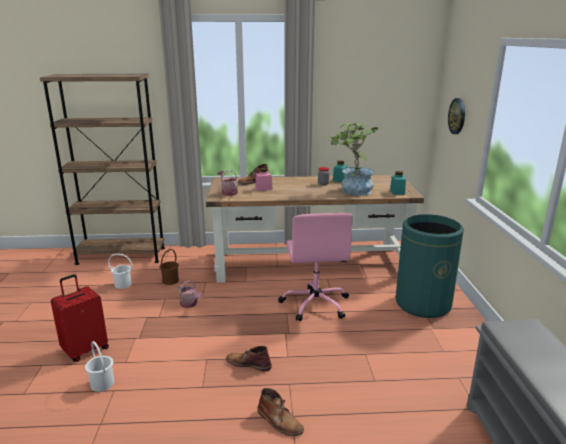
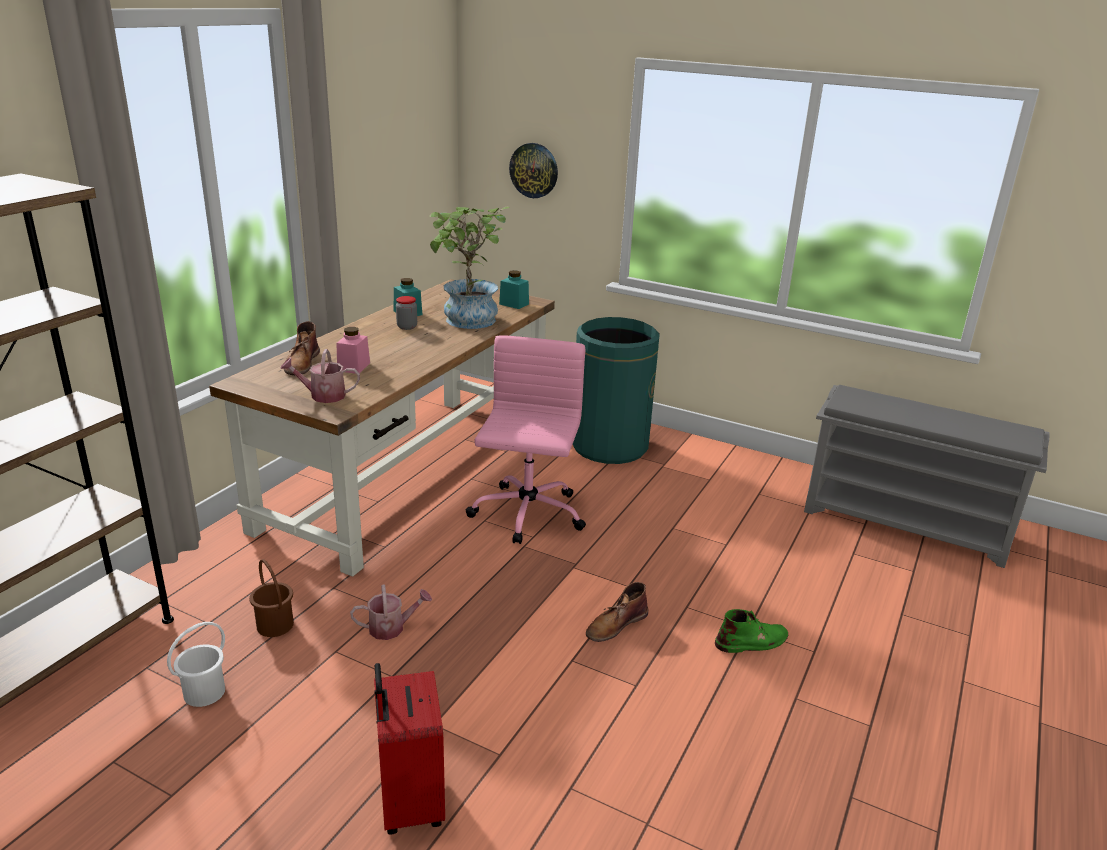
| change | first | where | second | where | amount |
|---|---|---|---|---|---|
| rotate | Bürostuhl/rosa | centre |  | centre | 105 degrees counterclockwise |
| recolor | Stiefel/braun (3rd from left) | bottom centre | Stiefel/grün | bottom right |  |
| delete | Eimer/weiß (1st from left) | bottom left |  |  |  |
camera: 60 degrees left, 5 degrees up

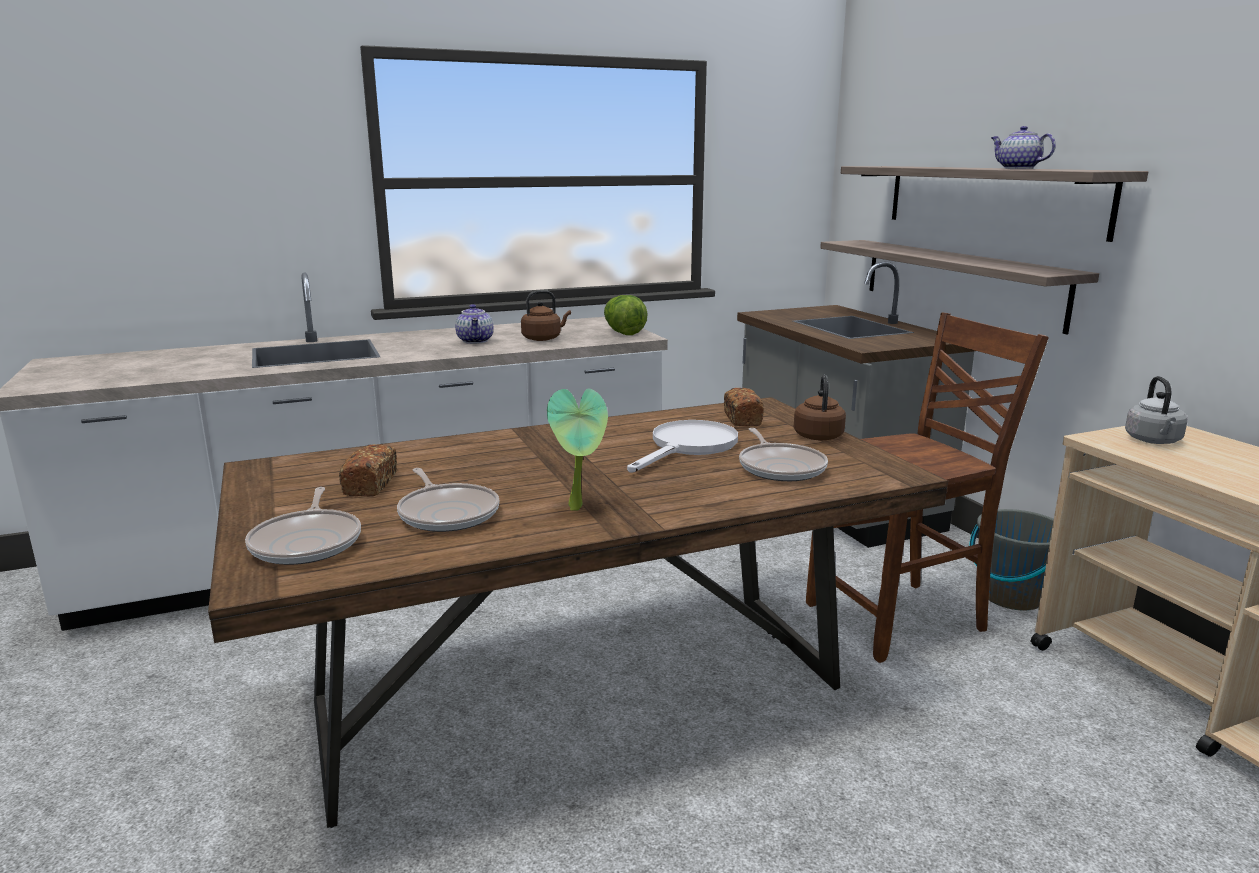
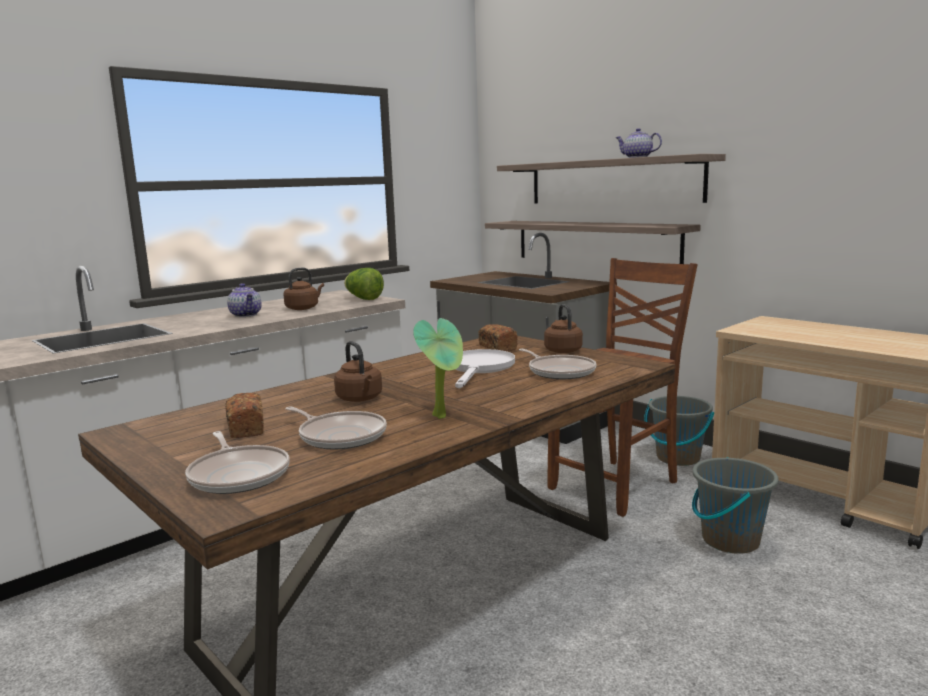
| change | first | where | second | where | amount |
|---|---|---|---|---|---|
| insert |  |  | Wasserkessel/braun (2nd from left) | centre |  |
| insert |  |  | Eimer/grau (2nd from left) | bottom right |  |
| delete | Wasserkessel/grau | middle right |  |  |  |
camera: 20 degrees left, 5 degrees down

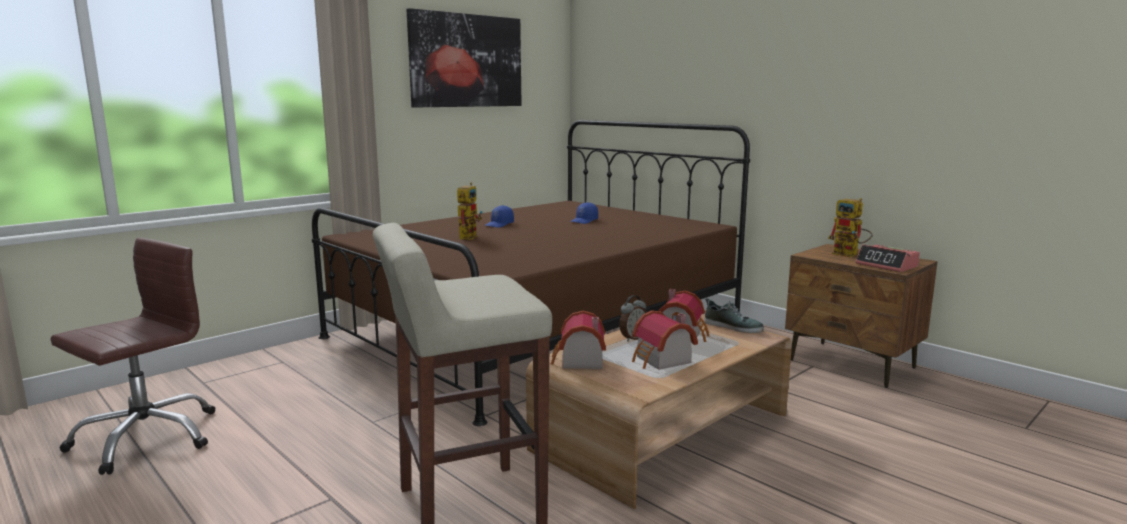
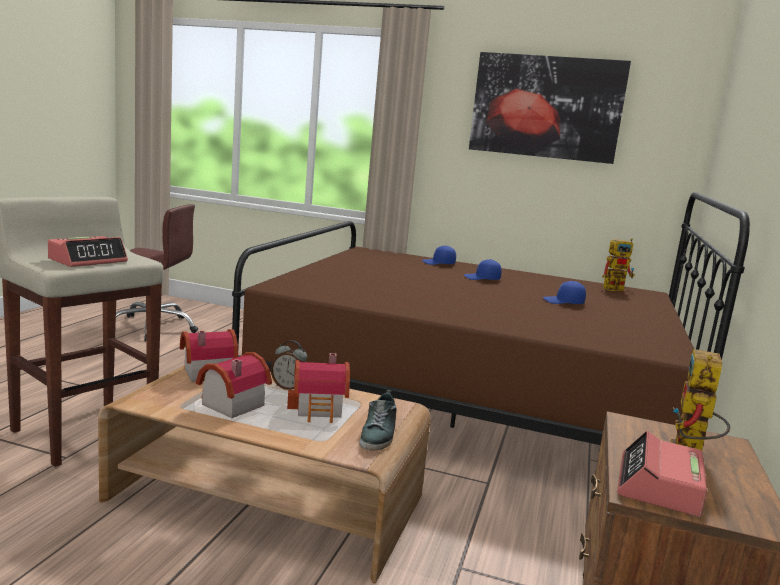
| change | first | where | second | where | amount |
|---|---|---|---|---|---|
| insert |  |  | Wecker (1st from left) | middle left |  |
| insert |  |  | Kappe/blau (1st from left) | centre |  |
| move | Spielzeugroboter (1st from left) | centre |  | middle right |  |
camera: 60 degrees right, 0 degrees up

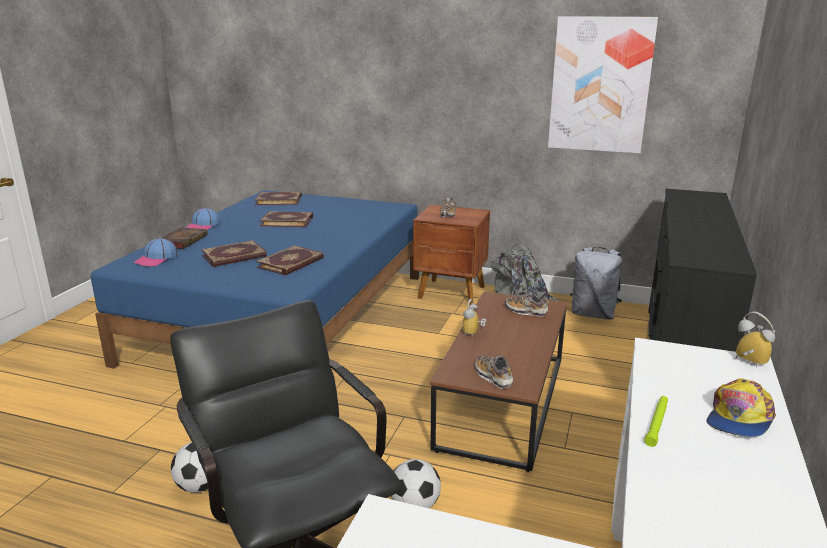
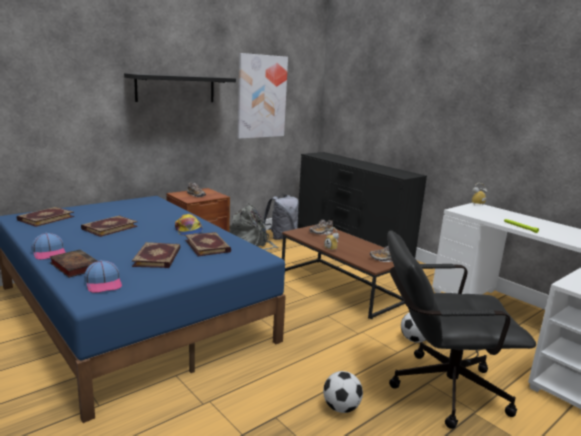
| change | first | where | second | where | amount |
|---|---|---|---|---|---|
| insert |  |  | Wandregal/schwarz | top left |  |
| move | Kappe (3rd from left) | bottom right |  | middle left |  |
camera: 60 degrees left, 5 degrees down

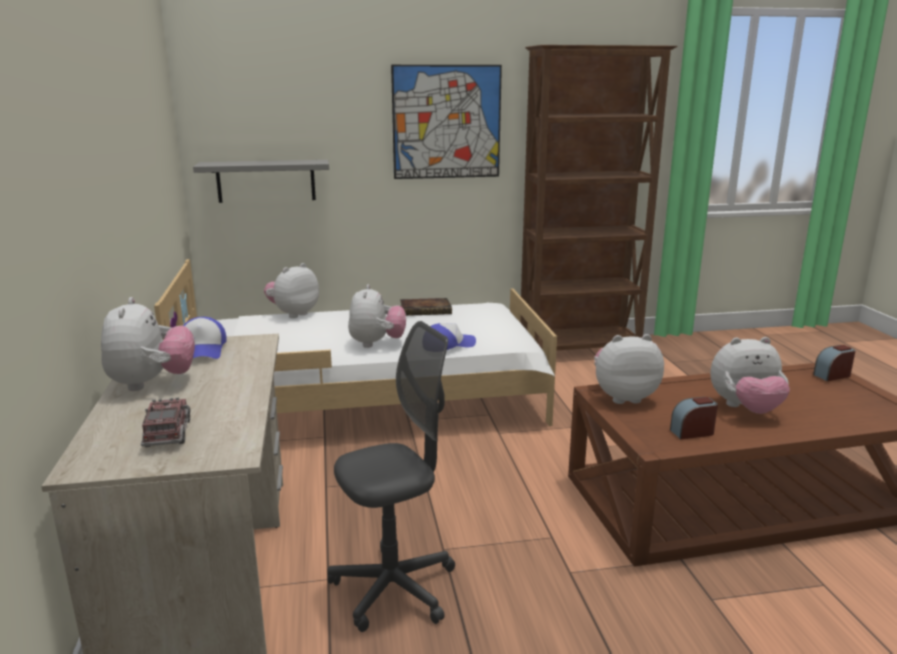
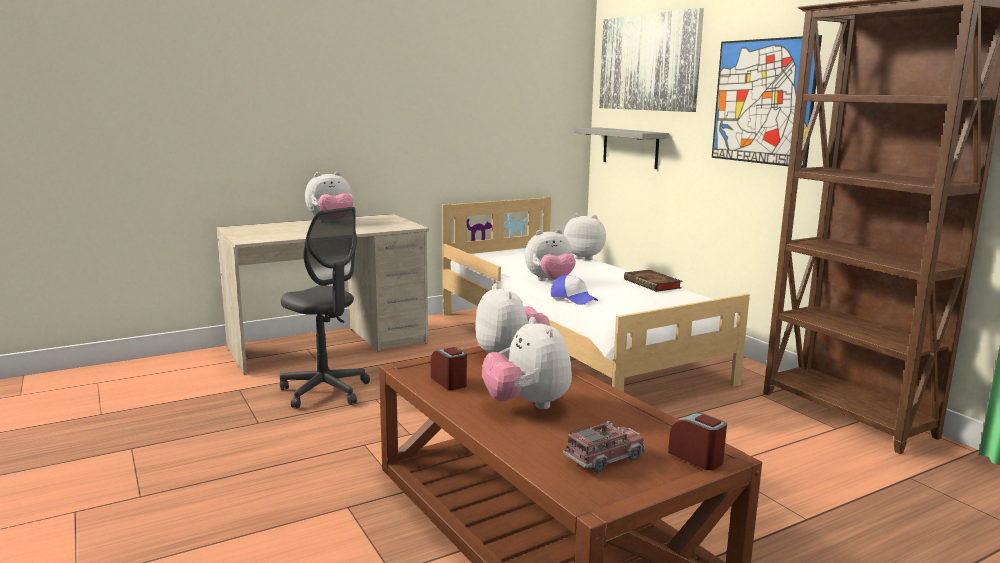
| change | first | where | second | where | amount |
|---|---|---|---|---|---|
| move | Spielzeuglaster | middle left |  | bottom centre |  |
| insert |  |  | Bild (1st from left) | top centre |  |
| delete | Kappe (1st from left) | middle left |  |  |  |
camera: 70 degrees right, 5 degrees down

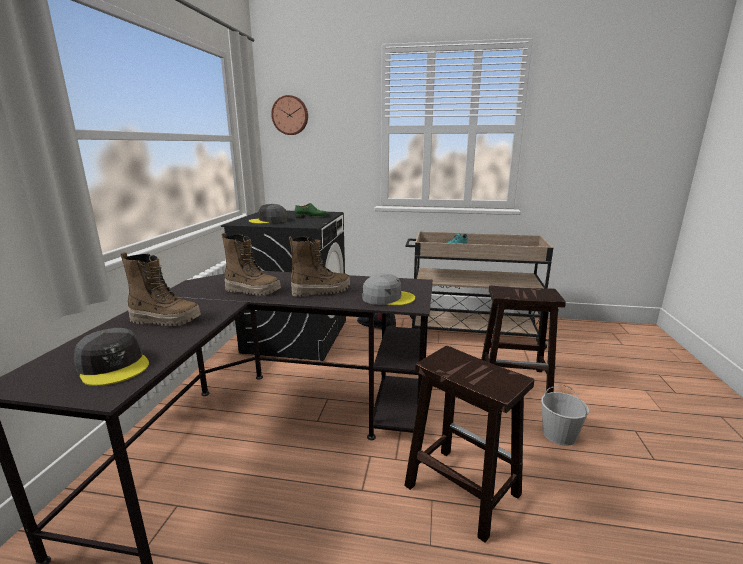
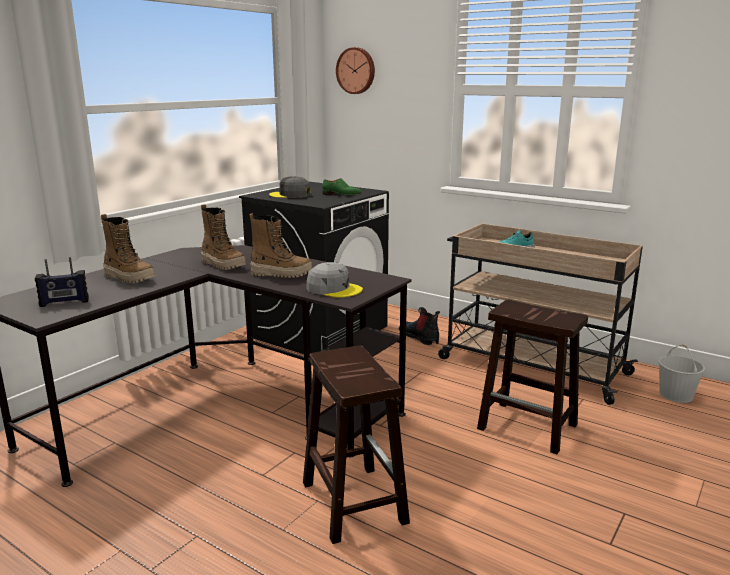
| change | first | where | second | where | amount |
|---|---|---|---|---|---|
| replace | Kappe/grau (1st from left) | middle left | Radio | middle left |  |
| move | Eimer/weiß | bottom right |  | middle right |  |
camera: 25 degrees right, 0 degrees up

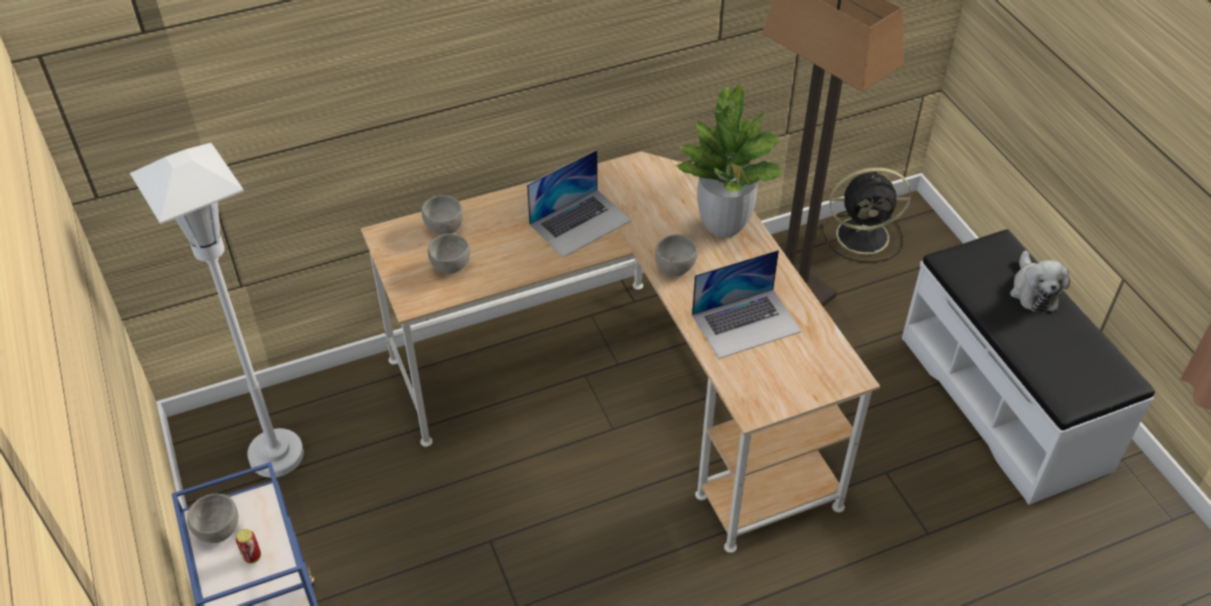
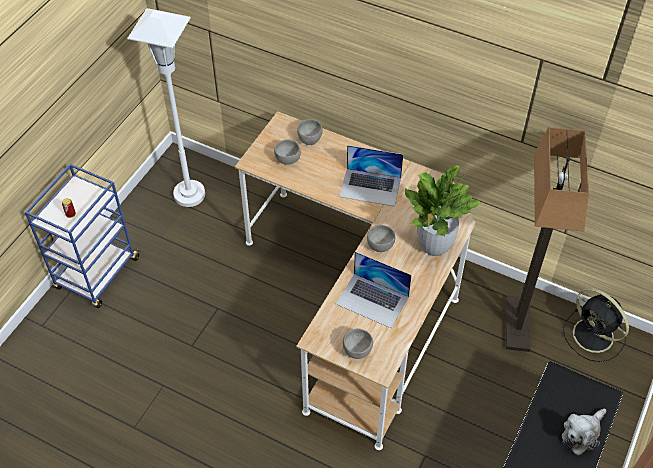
| change | first | where | second | where | amount |
|---|---|---|---|---|---|
| move | Schüssel/grau (1st from left in the first image) | bottom left | Schüssel/grau (3rd from left) | bottom centre |  |
camera: 50 degrees right, 5 degrees up

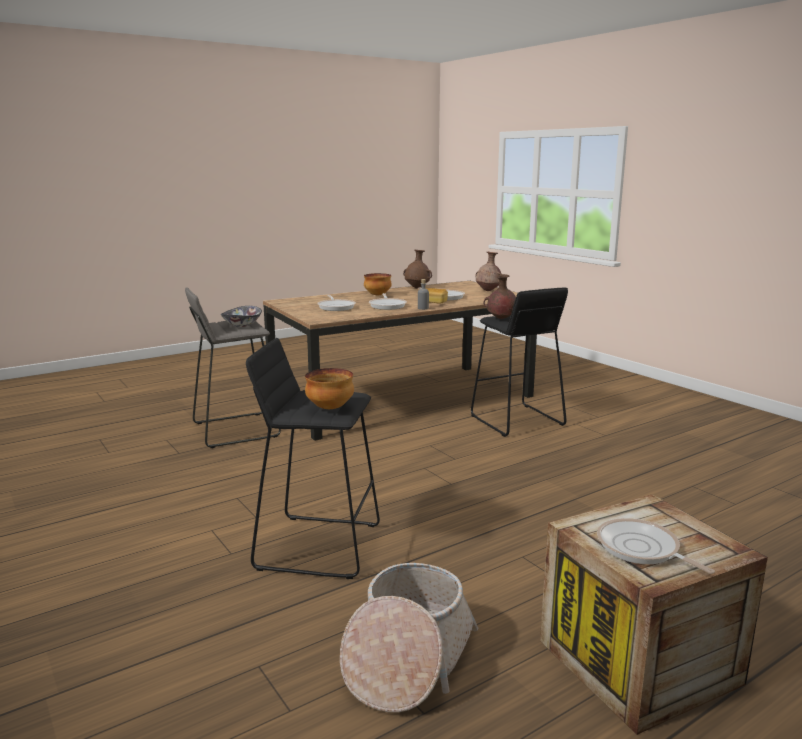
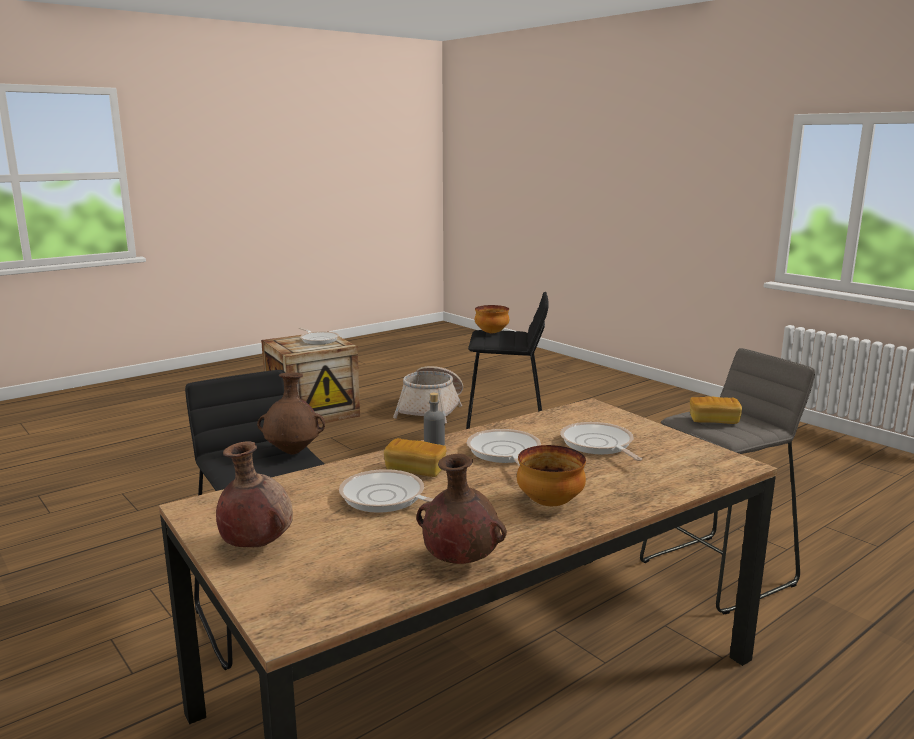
| change | first | where | second | where | amount |
|---|---|---|---|---|---|
| replace | Schüssel (1st from left) | middle left | Brot (2nd from left) | middle right |  |
camera: 175 degrees right, 0 degrees up

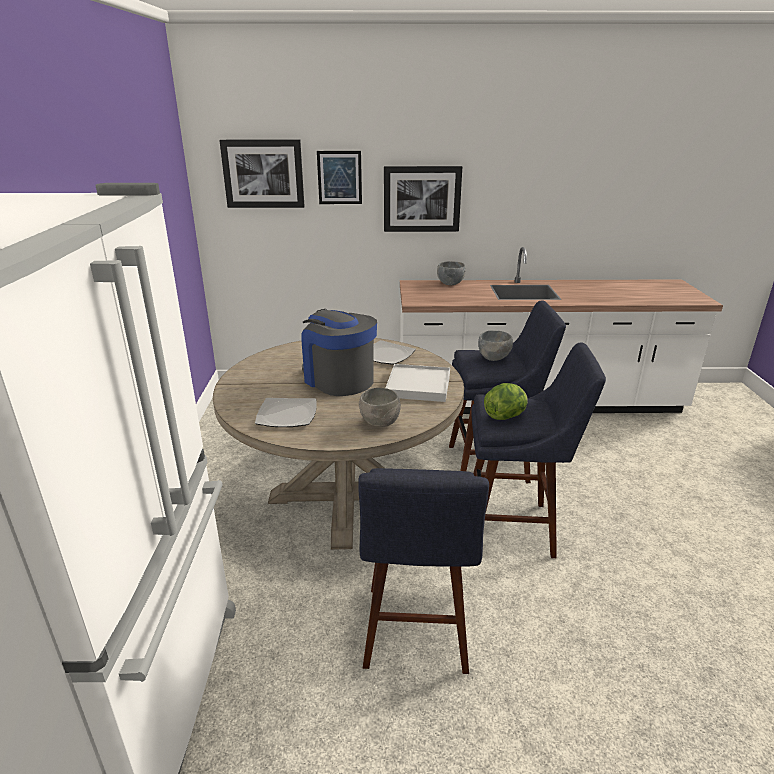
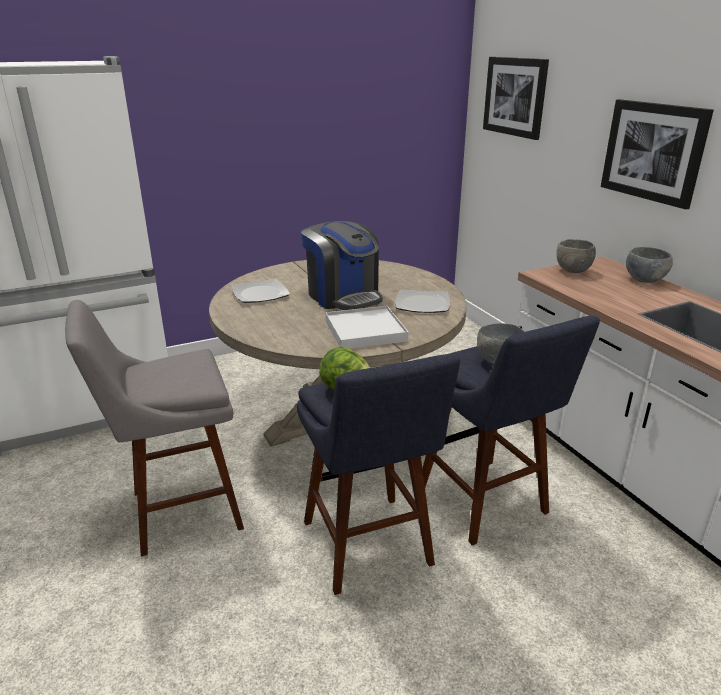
| change | first | where | second | where | amount |
|---|---|---|---|---|---|
| recolor | Hocker/blau (1st from left) | bottom centre | Hocker/grau | middle left |  |
| rotate | Kaffeemaschine | centre |  | centre | 120 degrees clockwise |
| move | Schüssel/grau (1st from left in the first image) | centre | Schüssel/grau (2nd from left) | middle right |  |
| delete | Bild (2nd from left) | top centre |  |  |  |
camera: 65 degrees right, 0 degrees up

